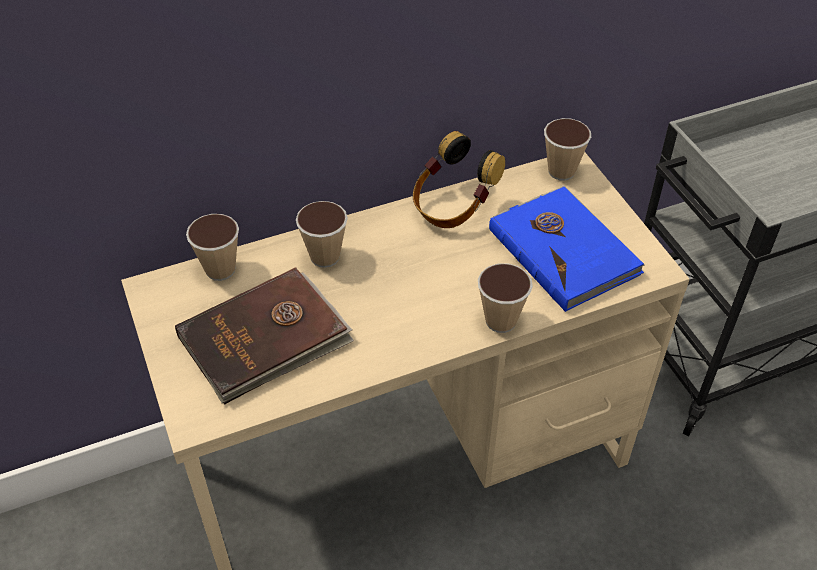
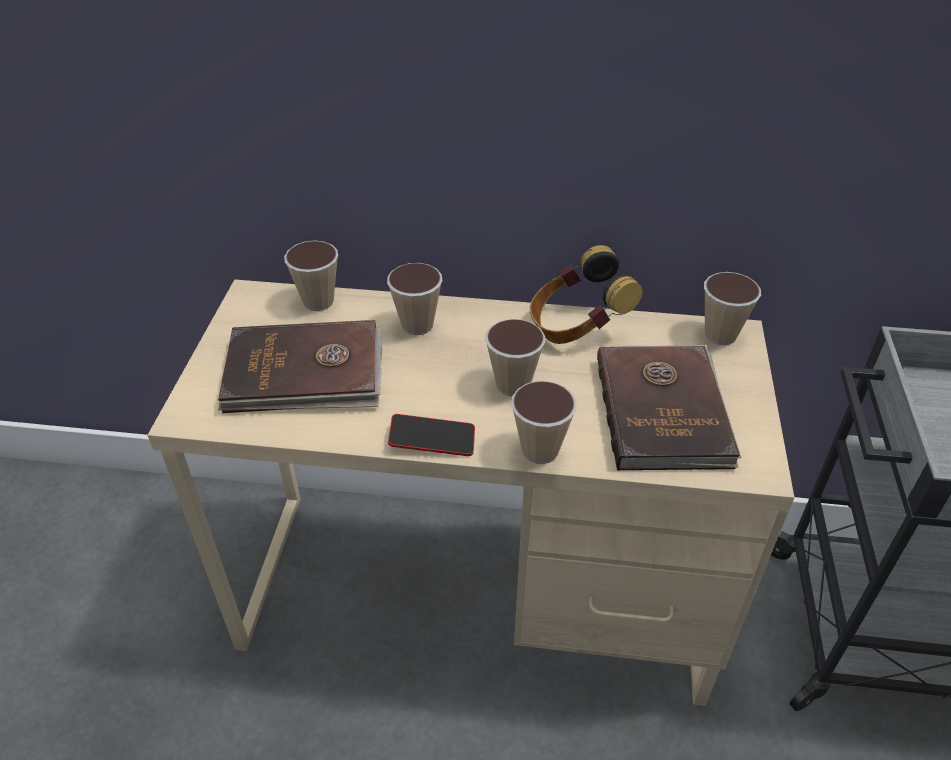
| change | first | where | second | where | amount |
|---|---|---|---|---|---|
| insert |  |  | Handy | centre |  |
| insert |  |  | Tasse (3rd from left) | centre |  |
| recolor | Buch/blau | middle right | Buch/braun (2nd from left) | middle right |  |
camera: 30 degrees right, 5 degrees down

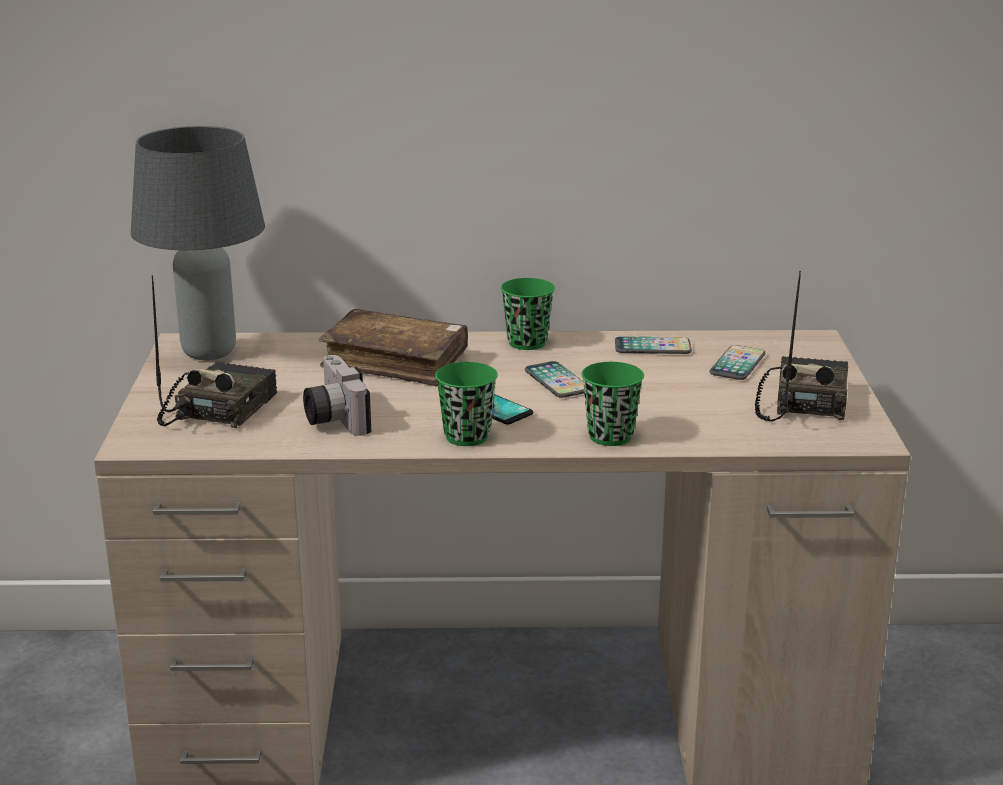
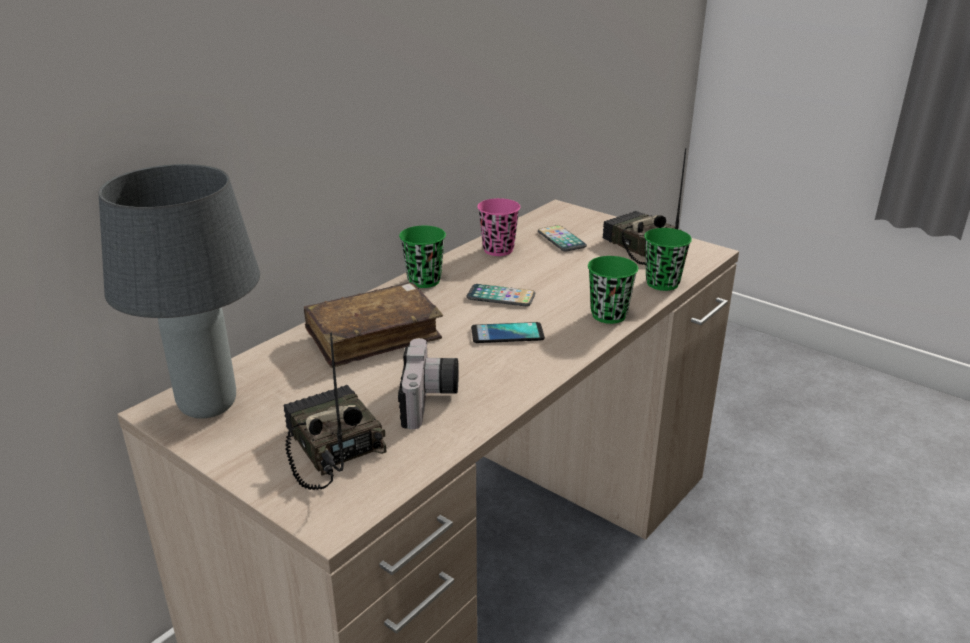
| change | first | where | second | where | amount |
|---|---|---|---|---|---|
| rotate | Kamera | centre |  | centre | 105 degrees counterclockwise |
| replace | Handy (3rd from left) | centre | Tasse/rosa | centre |  |
| move | Tasse/grün (1st from left in the first image) | centre | Tasse/grün (3rd from left) | middle right |  |
camera: 50 degrees left, 5 degrees up

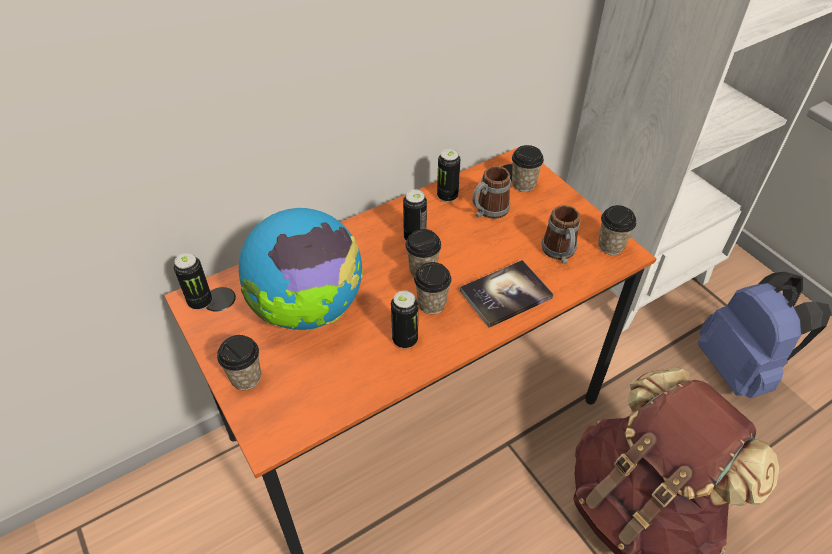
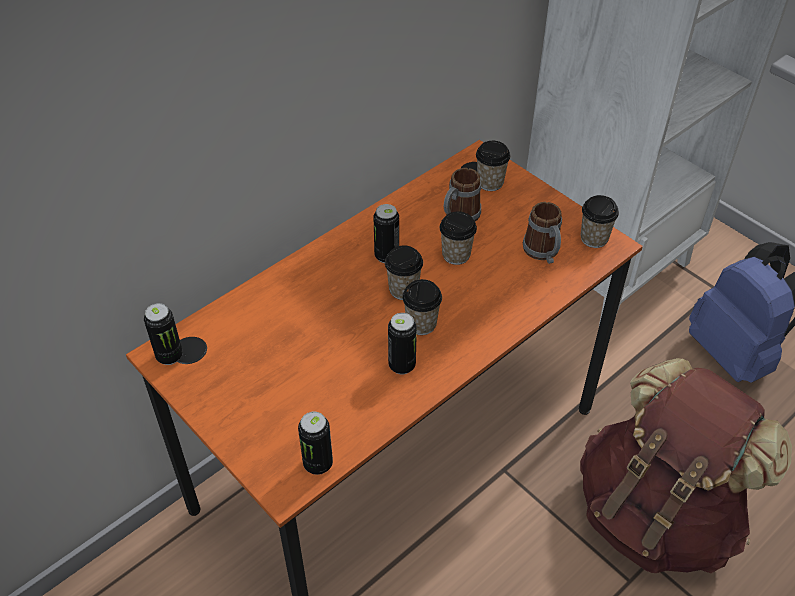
| change | first | where | second | where | amount |
|---|---|---|---|---|---|
| move | Dose (4th from left in the first image) | top centre | Dose (2nd from left) | bottom centre |  |
| move | Tasse (1st from left in the first image) | middle left | Tasse (3rd from left) | centre |  |
| delete | Globus | centre |  |  |  |
| delete | Buch | centre |  |  |  |
camera: 10 degrees left, 0 degrees up

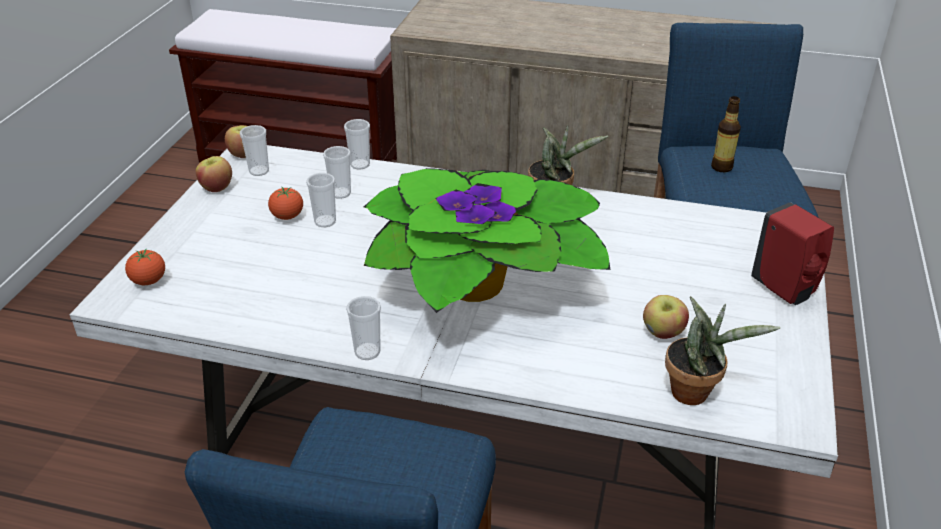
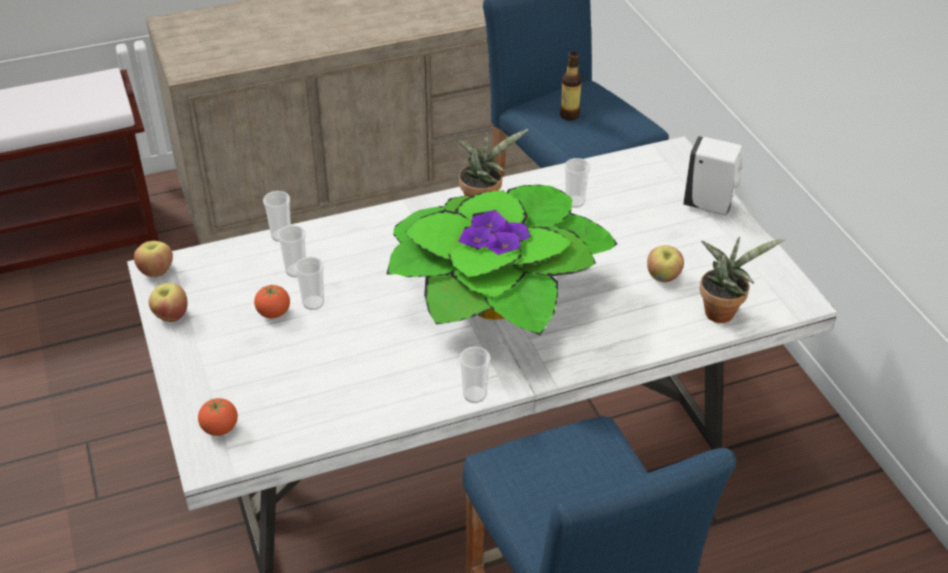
| change | first | where | second | where | amount |
|---|---|---|---|---|---|
| move | Tasse (1st from left in the first image) | top left | Tasse (5th from left) | top centre |  |
| recolor | Seifenspender/rot | middle right | Seifenspender/weiß | top right |  |
camera: 35 degrees left, 5 degrees up

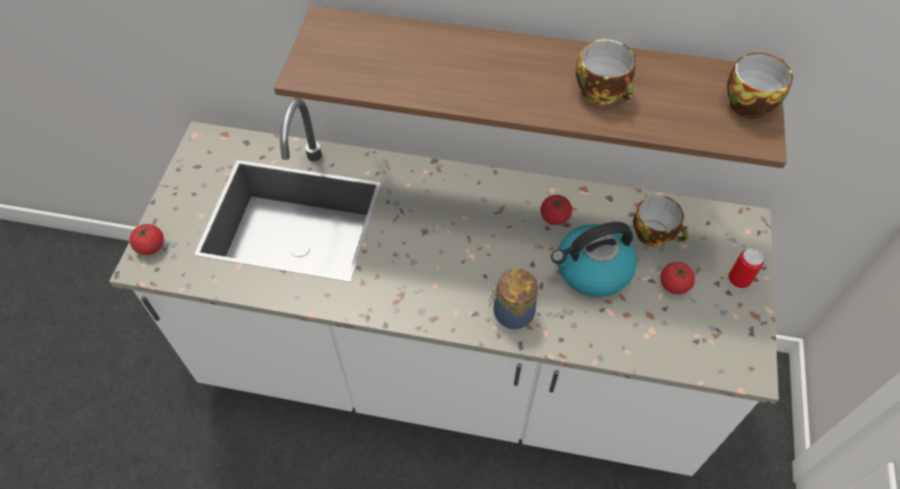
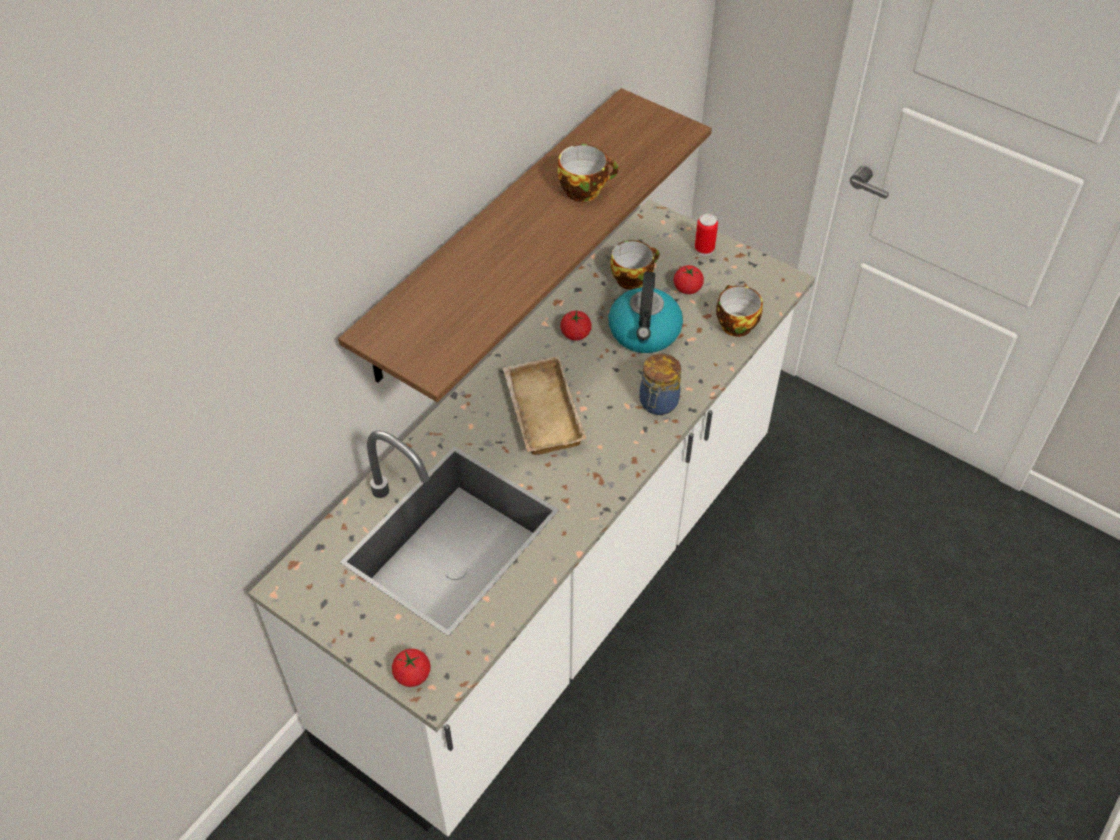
| change | first | where | second | where | amount |
|---|---|---|---|---|---|
| insert |  |  | Tablett/beige | centre |  |
| move | Tasse (3rd from left) | top right |  | centre |  |
camera: 65 degrees left, 5 degrees down

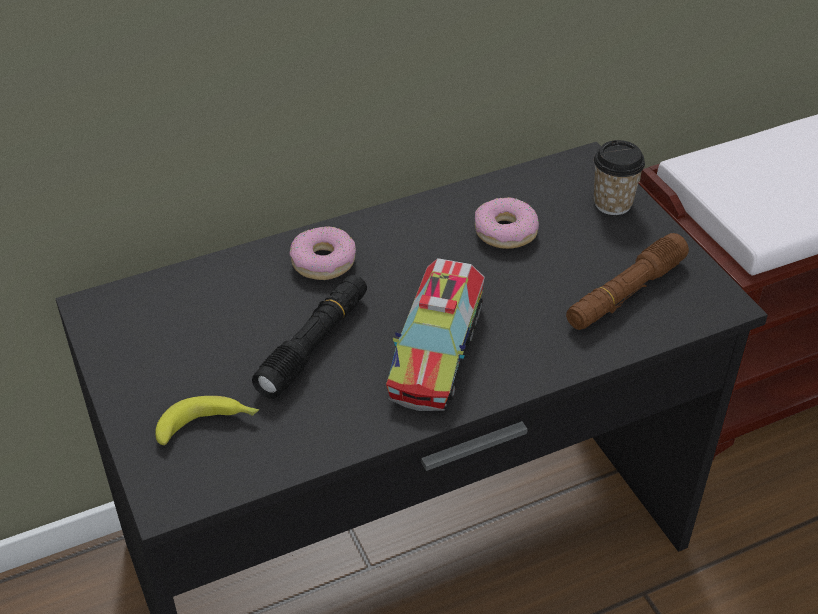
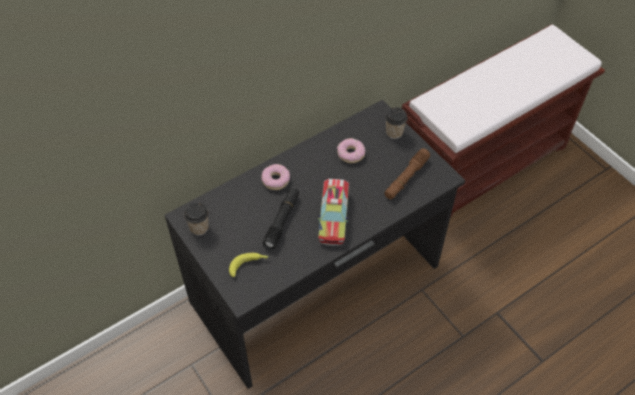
| change | first | where | second | where | amount |
|---|---|---|---|---|---|
| insert |  |  | Tasse (1st from left) | middle left |  |
camera: 10 degrees left, 10 degrees up

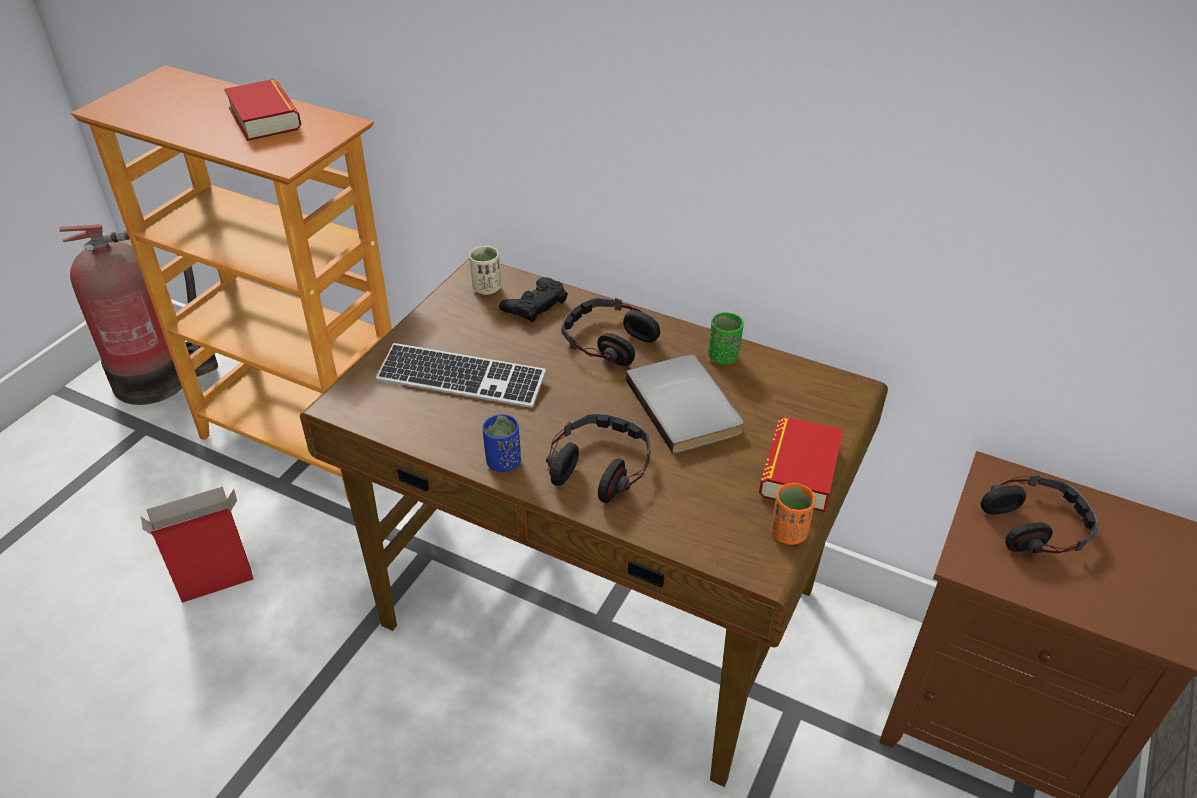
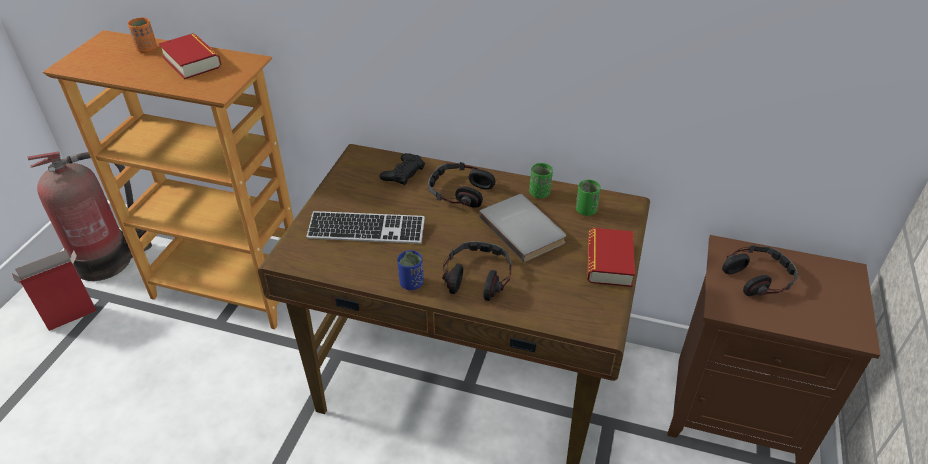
| change | first | where | second | where | amount |
|---|---|---|---|---|---|
| move | Karton | bottom left |  | middle left |  |
| move | Tasse/orange | centre |  | top left |  |
| insert |  |  | Tasse/grün (2nd from left) | centre |  |
| delete | Tasse/beige | centre |  |  |  |
camera: 10 degrees left, 0 degrees up

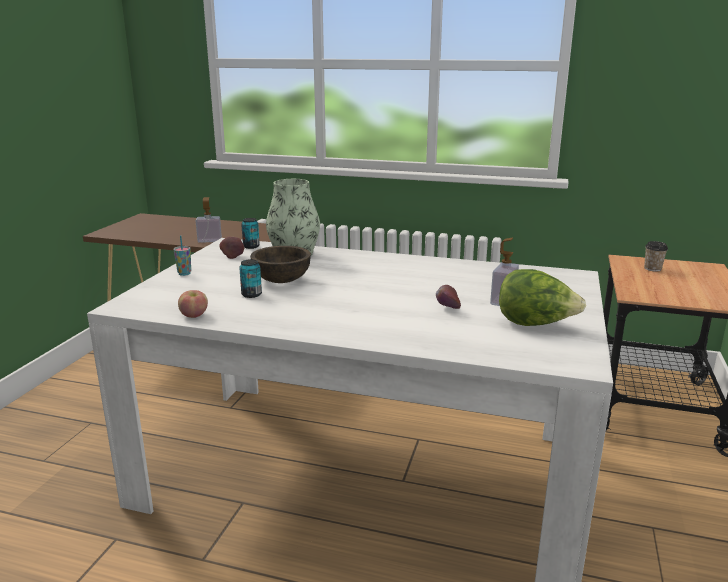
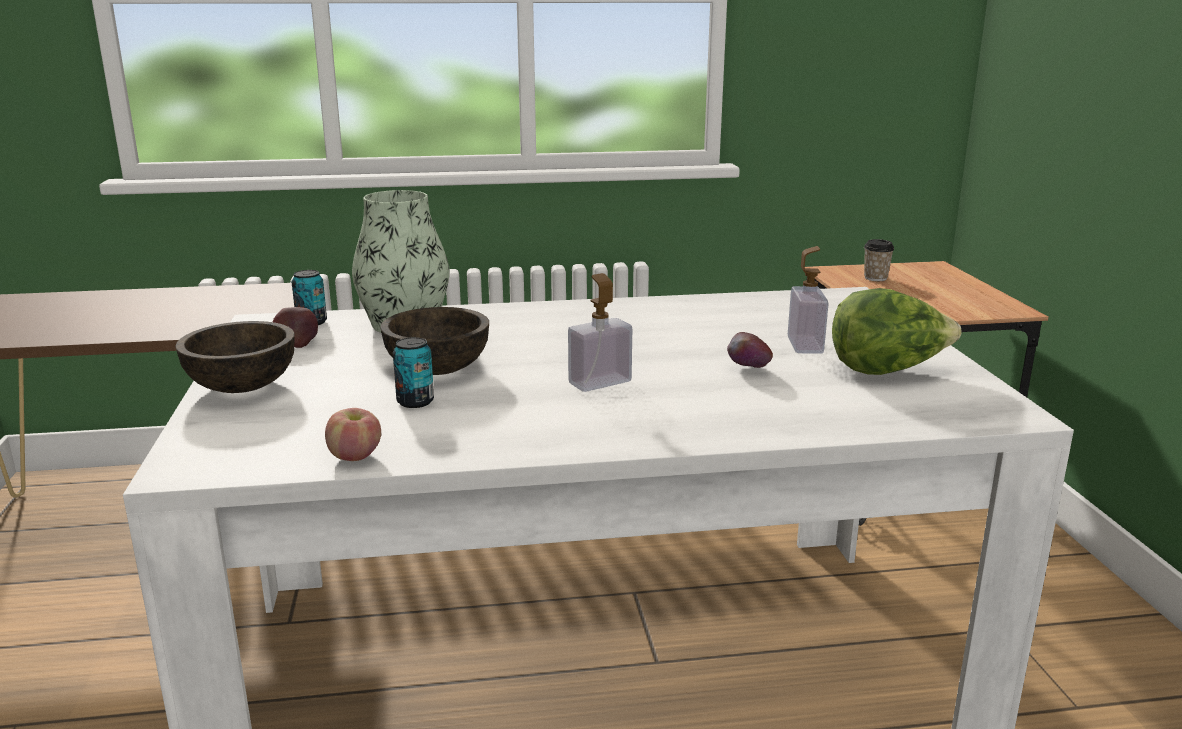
| change | first | where | second | where | amount |
|---|---|---|---|---|---|
| replace | Tasse (1st from left) | middle left | Schüssel/braun (1st from left) | middle left |  |
| move | Seifenspender (1st from left) | middle left |  | centre |  |
camera: 25 degrees left, 0 degrees up

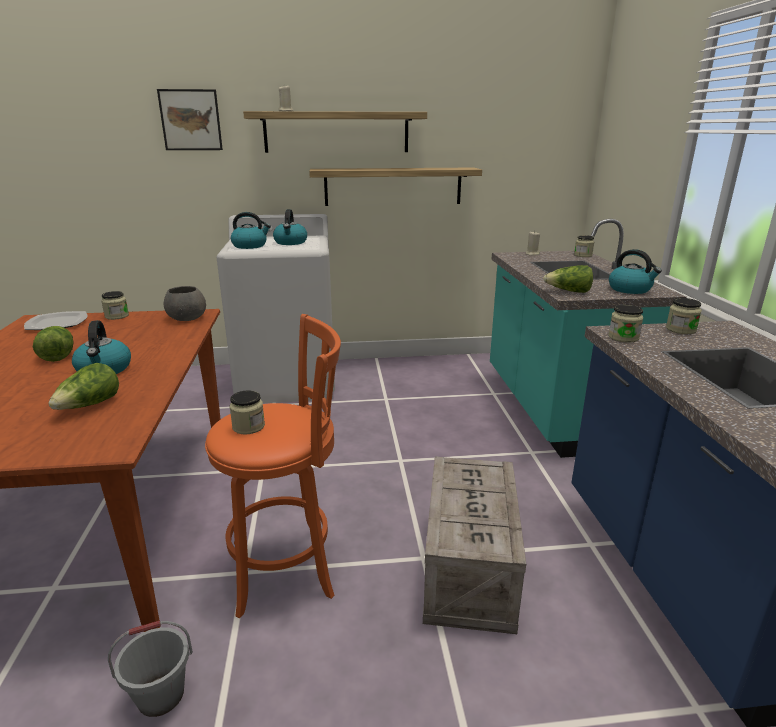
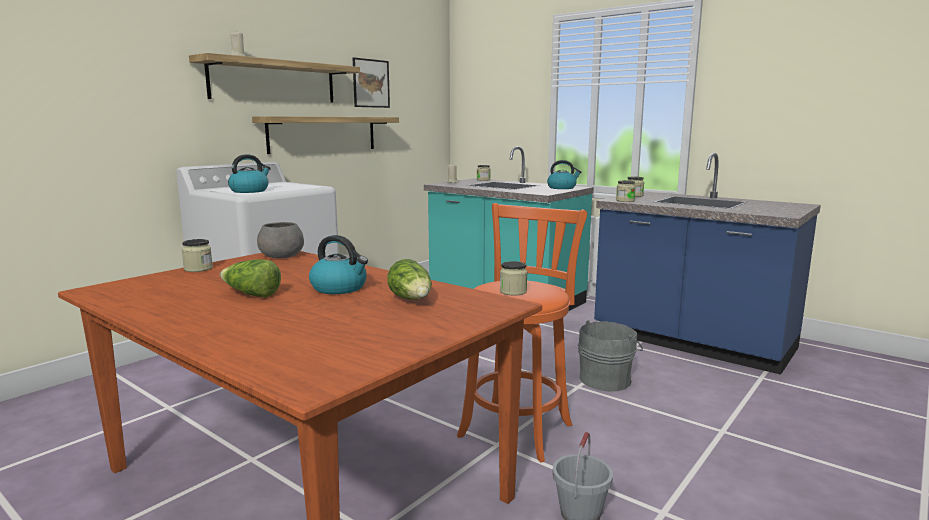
| change | first | where | second | where | amount |
|---|---|---|---|---|---|
| move | Bild | top left |  | top centre |  |
| replace | Kiste | bottom centre | Eimer/grau (2nd from left) | bottom centre |  |
| delete | Teller | middle left |  |  |  |
| delete | Wasserkessel (3rd from left) | top centre |  |  |  |
| delete | Salatkopf (3rd from left) | middle right |  |  |  |
camera: 45 degrees left, 10 degrees down

